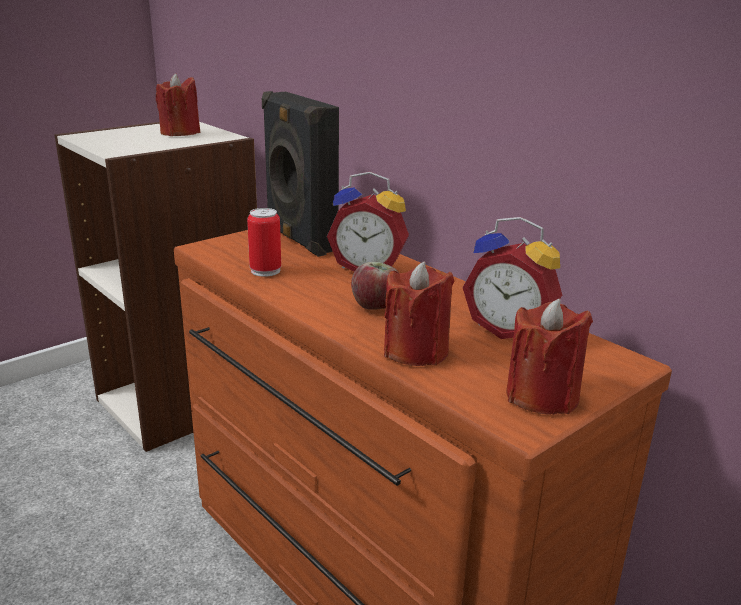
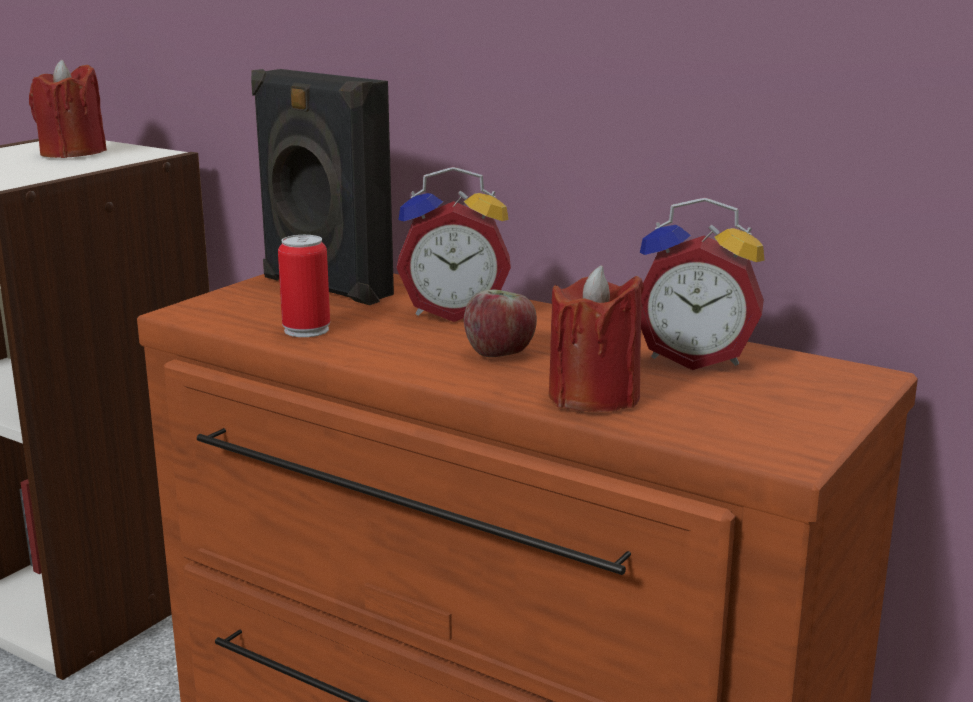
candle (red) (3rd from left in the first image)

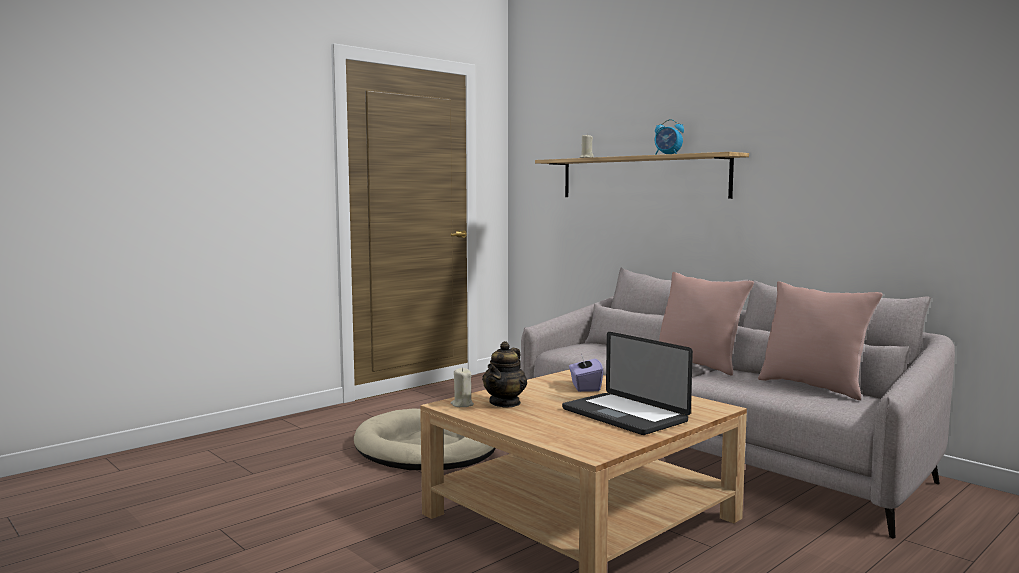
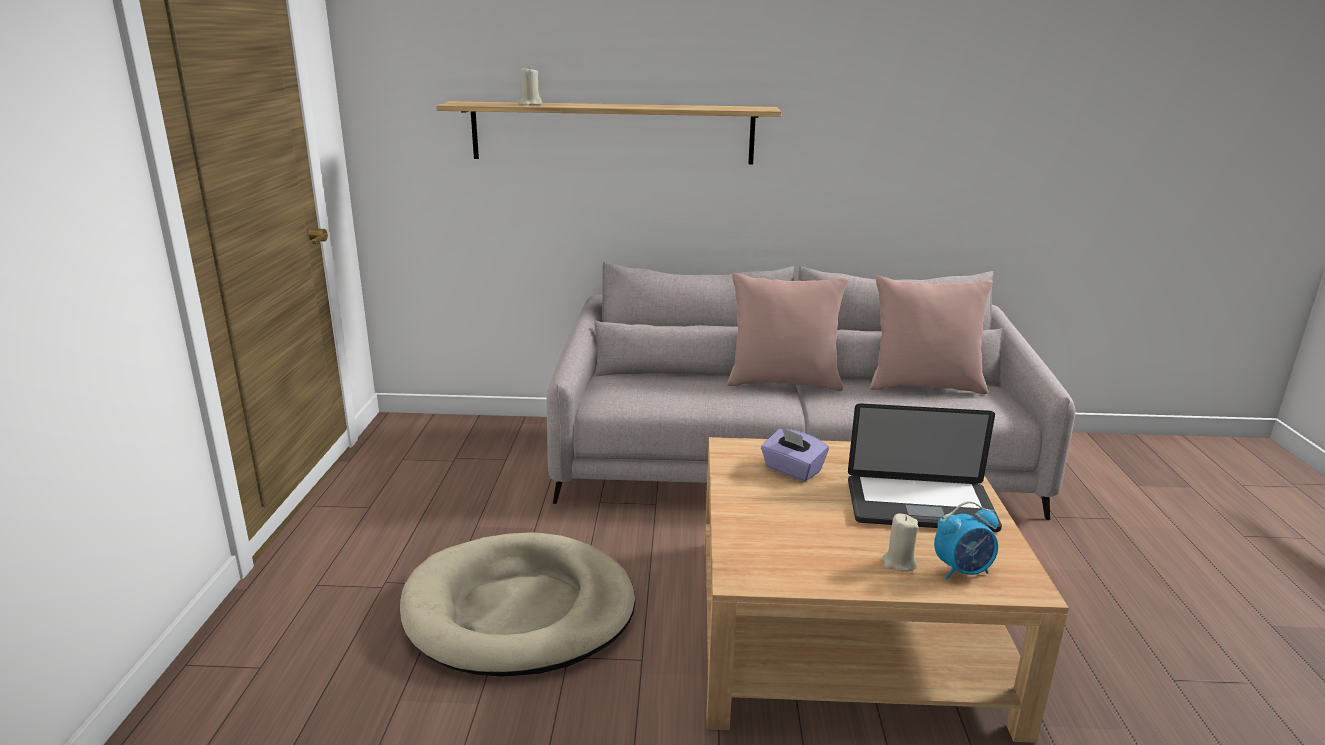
alarm clock
teapot
candle (beige) (2nd from left)

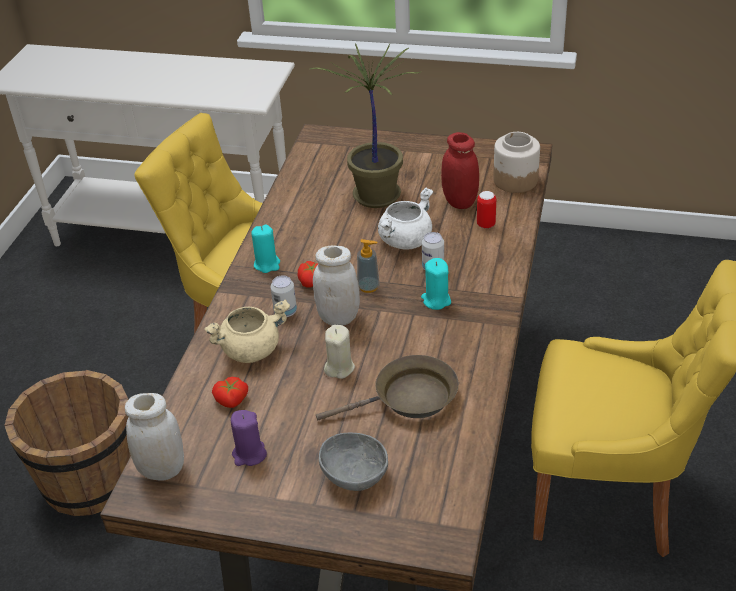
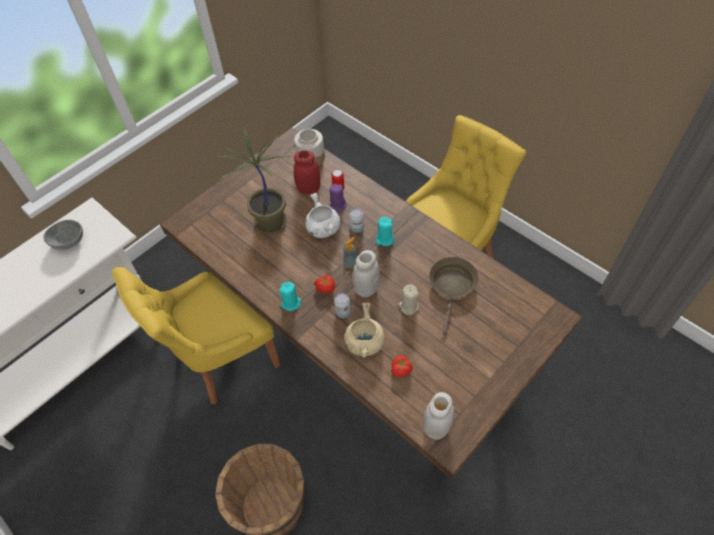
candle (purple)
bowl (grey)

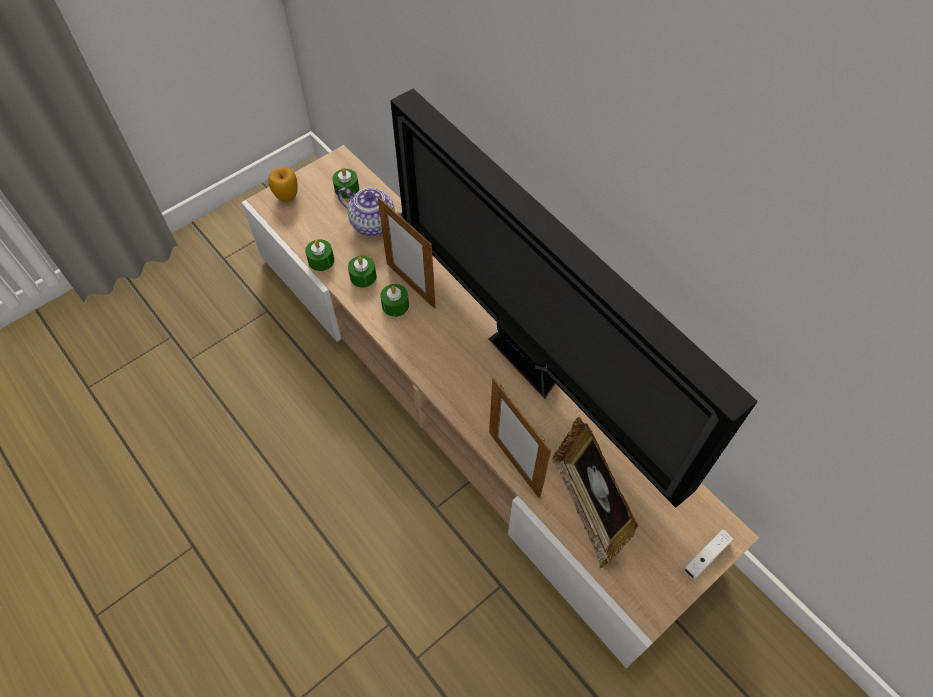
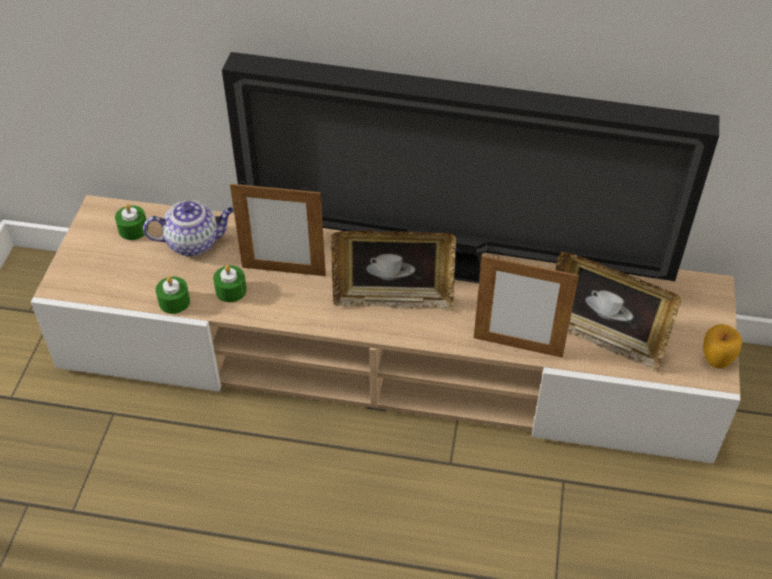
apple
candle (green) (4th from left in the first image)
game controller (white)
picture frame (2nd from left)

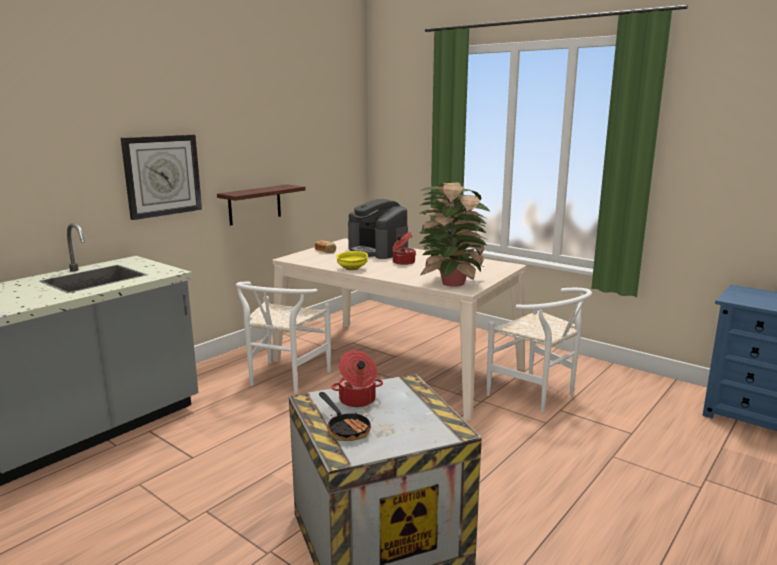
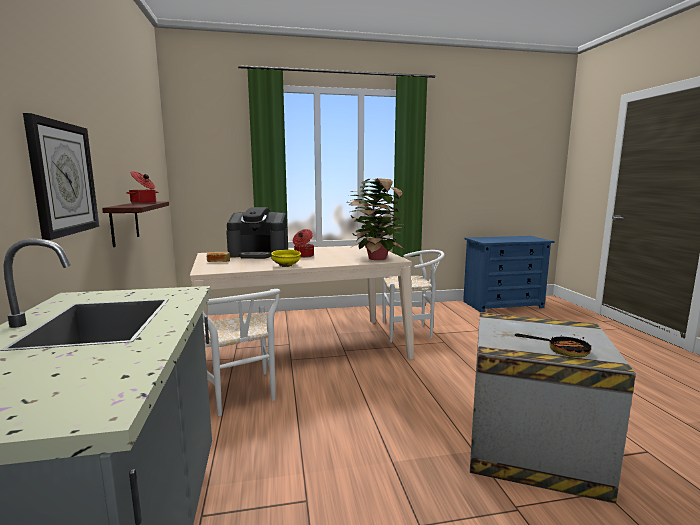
cooking pot (1st from left)

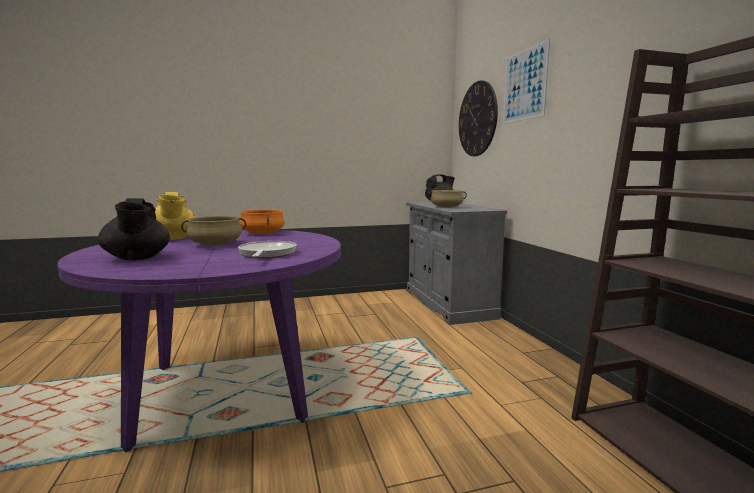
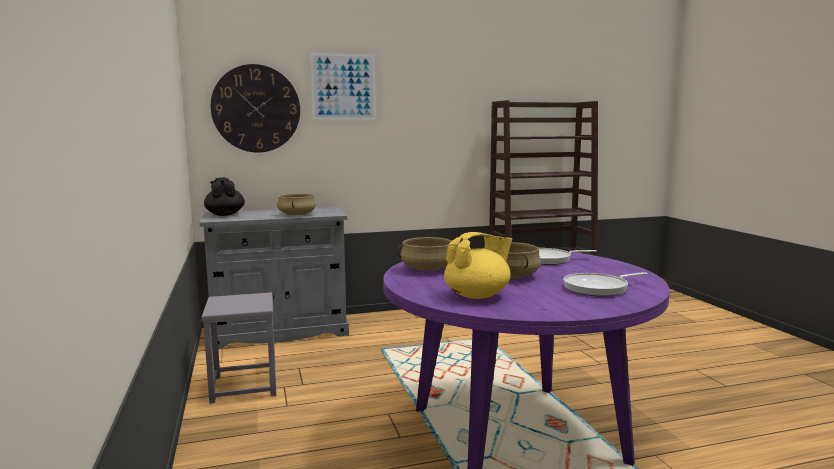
frying pan (2nd from left)
cooking pot (beige) (2nd from left)
stool (grey)

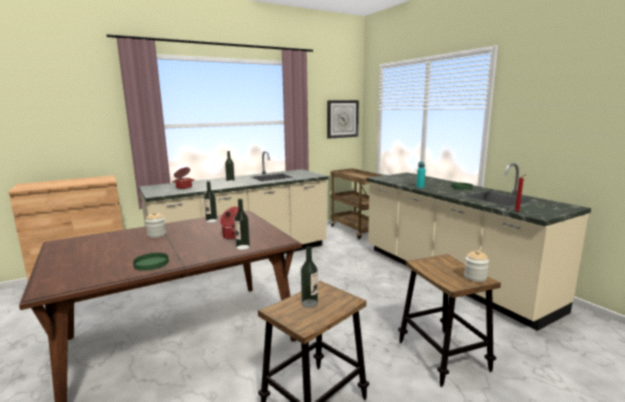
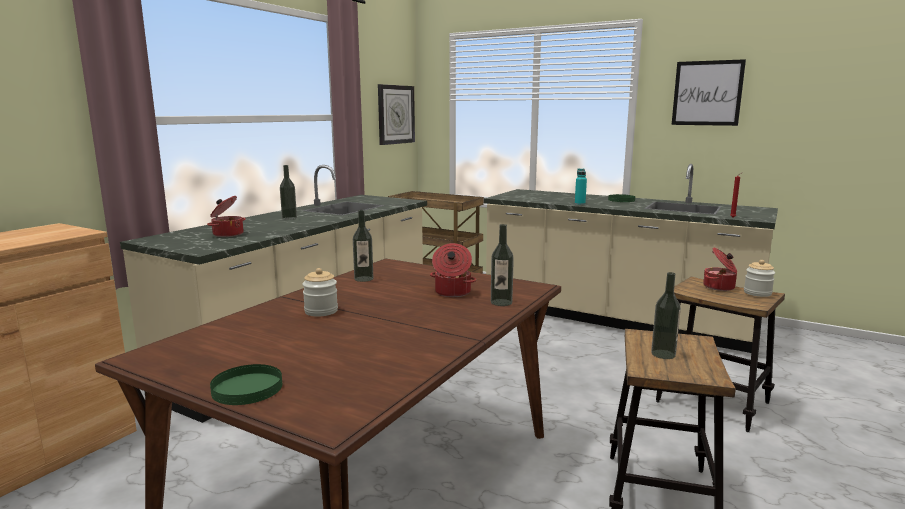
plate (green) (1st from left)
picture
cooking pot (3rd from left)

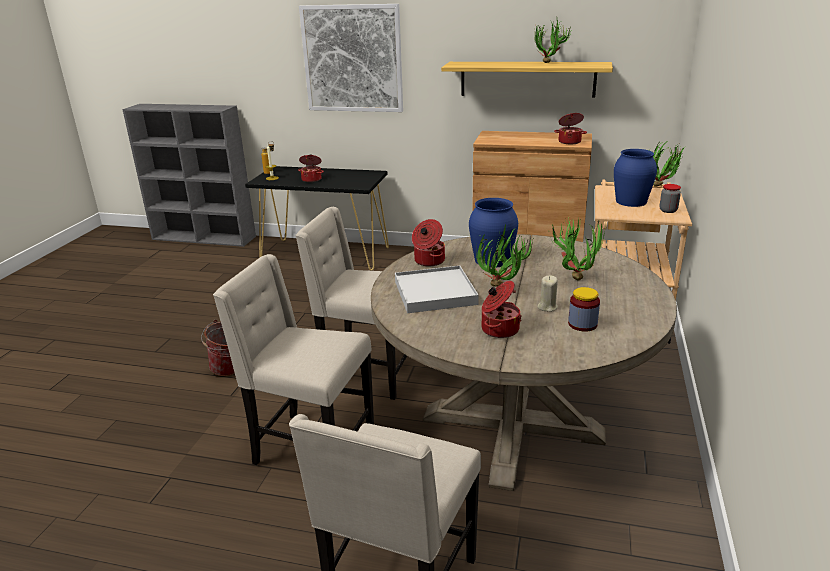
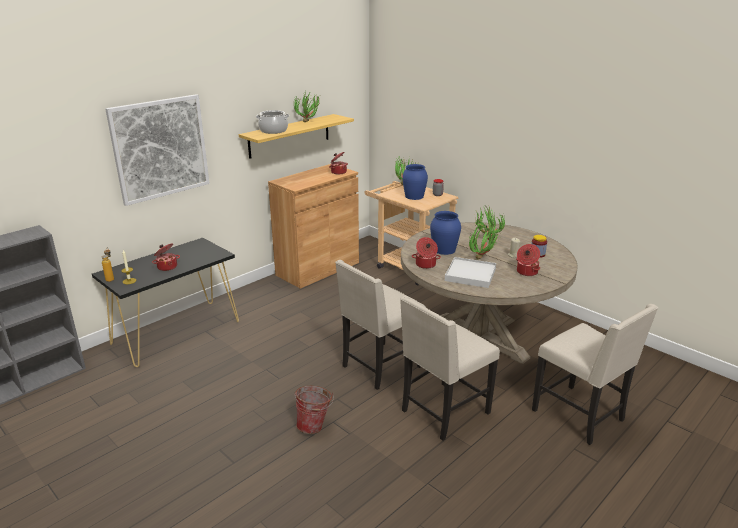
cooking pot (2nd from left)

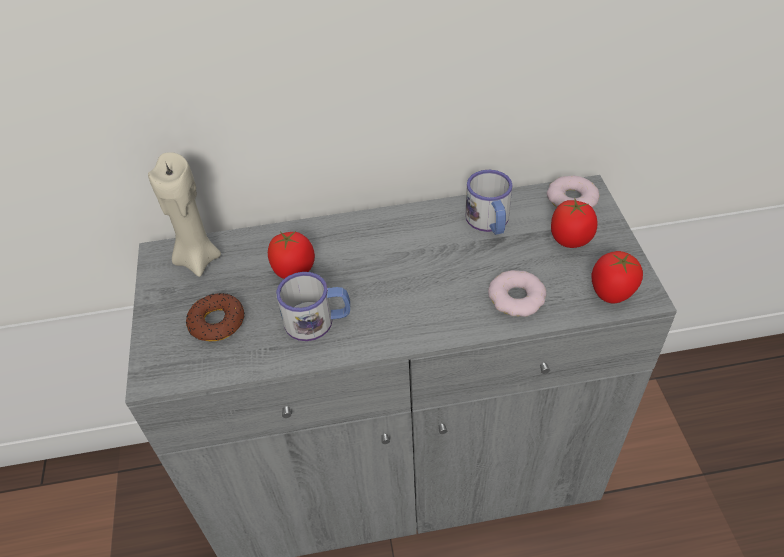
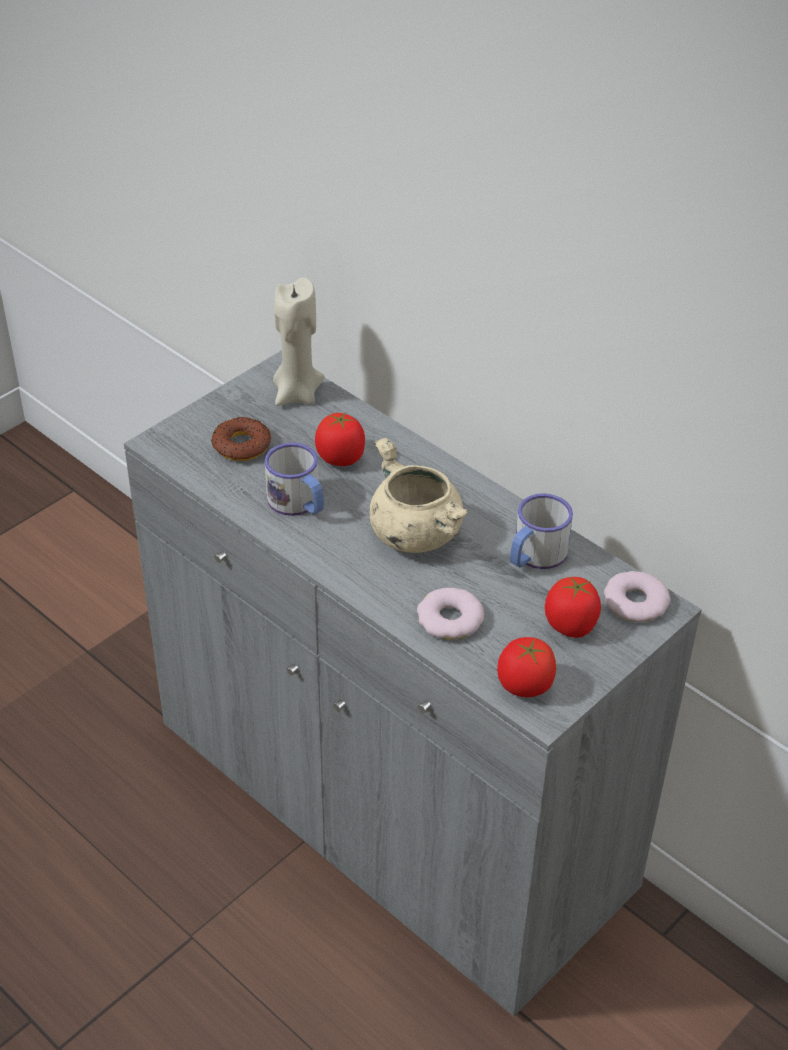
cooking pot (beige)

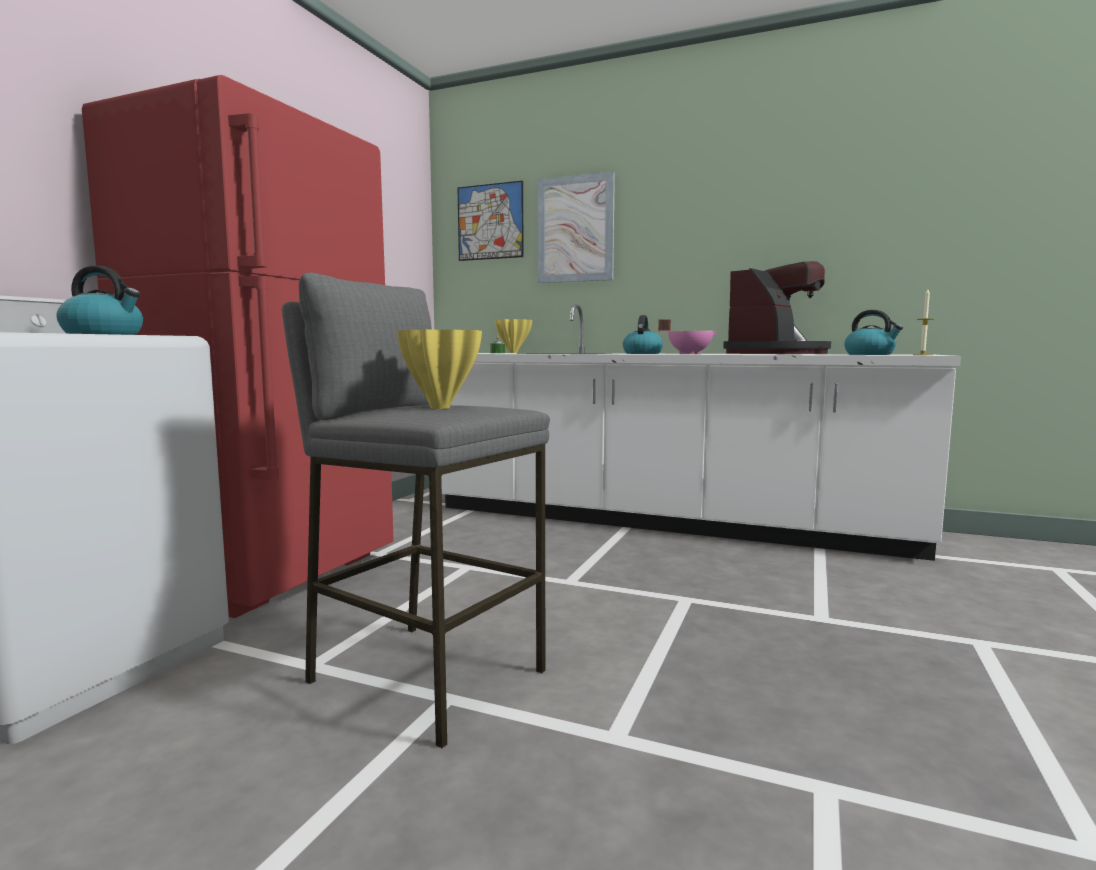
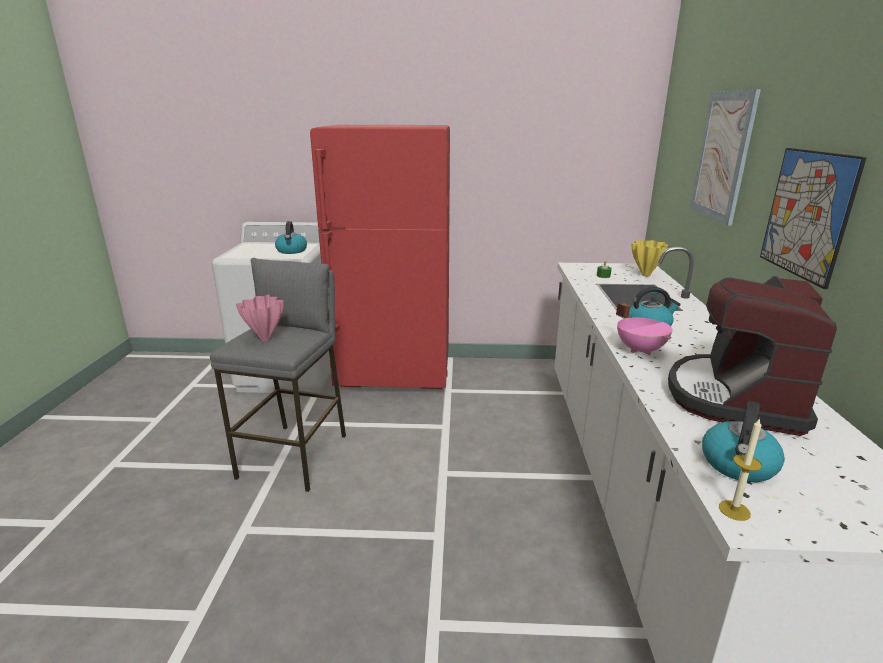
picture (2nd from left)
coffee machine
vase (pink)

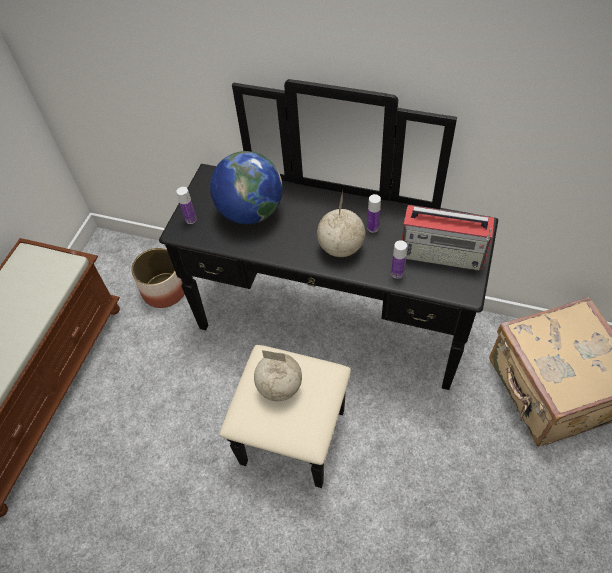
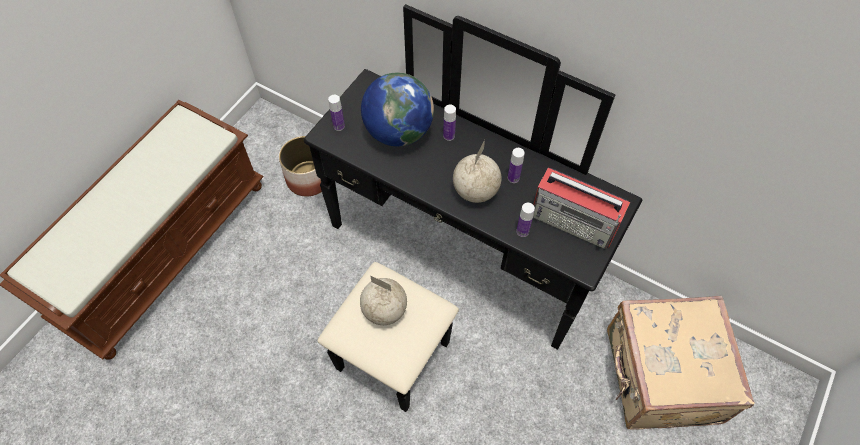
bottle (2nd from left)

